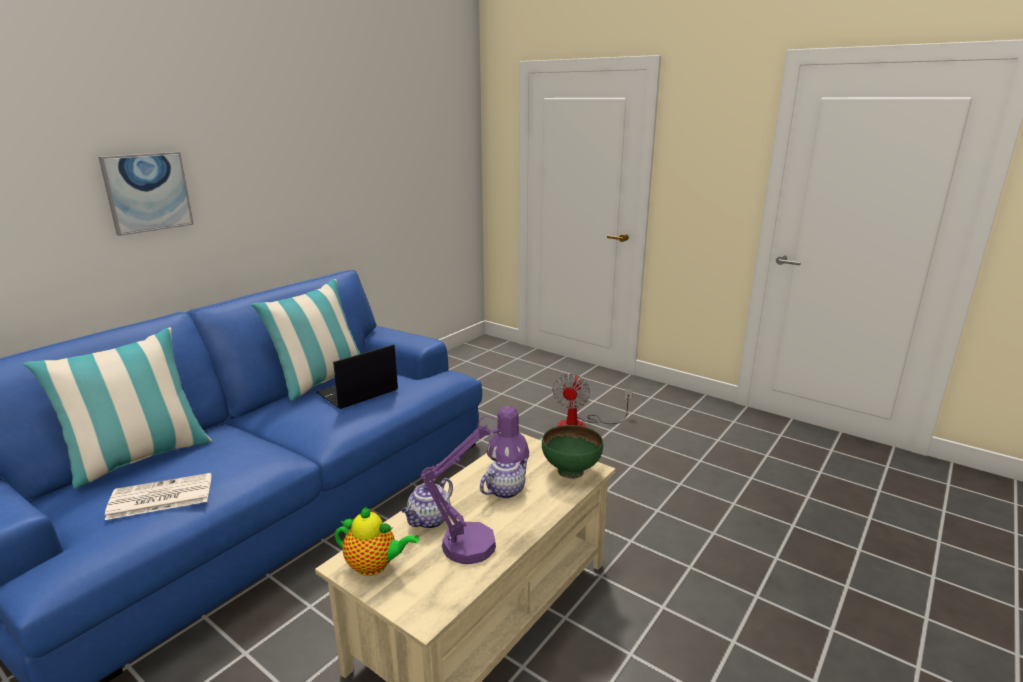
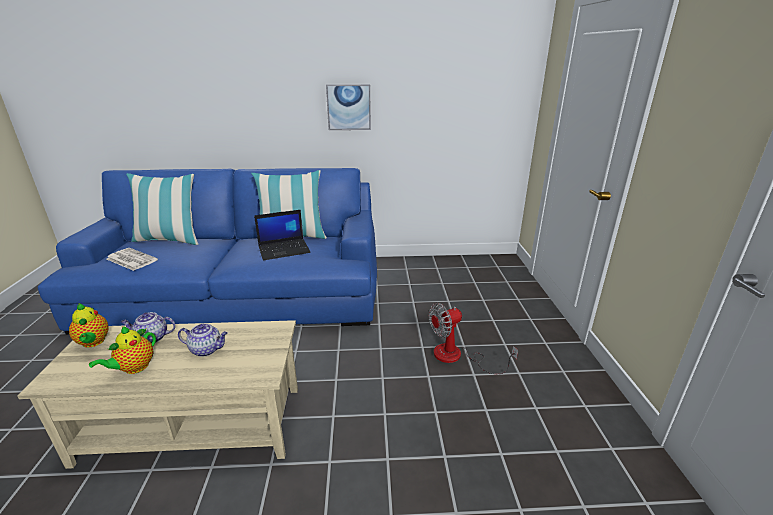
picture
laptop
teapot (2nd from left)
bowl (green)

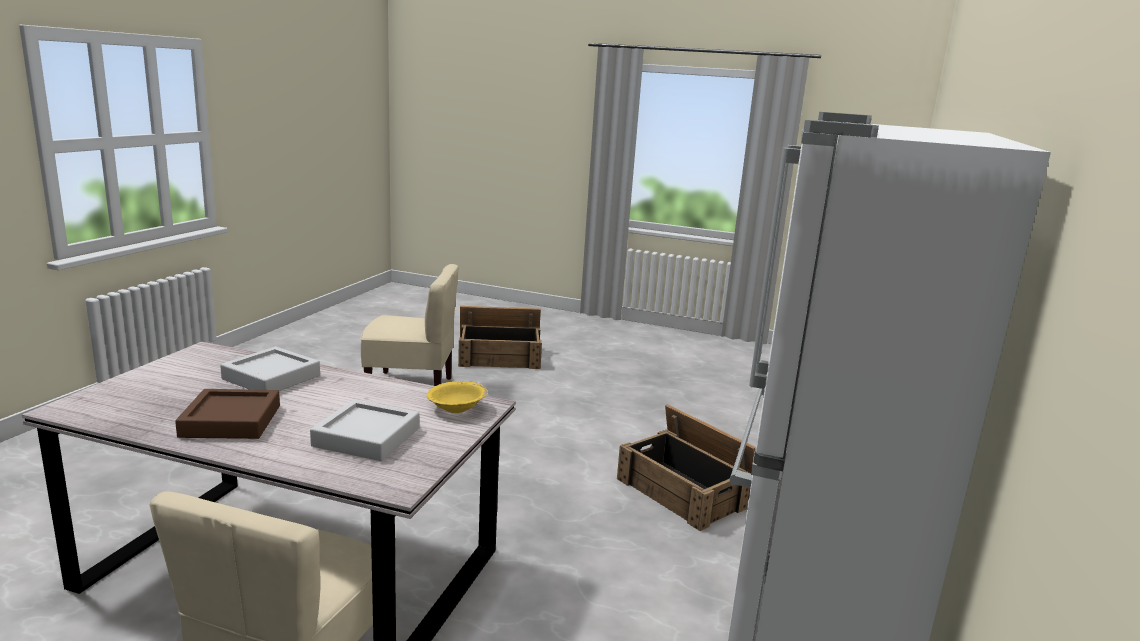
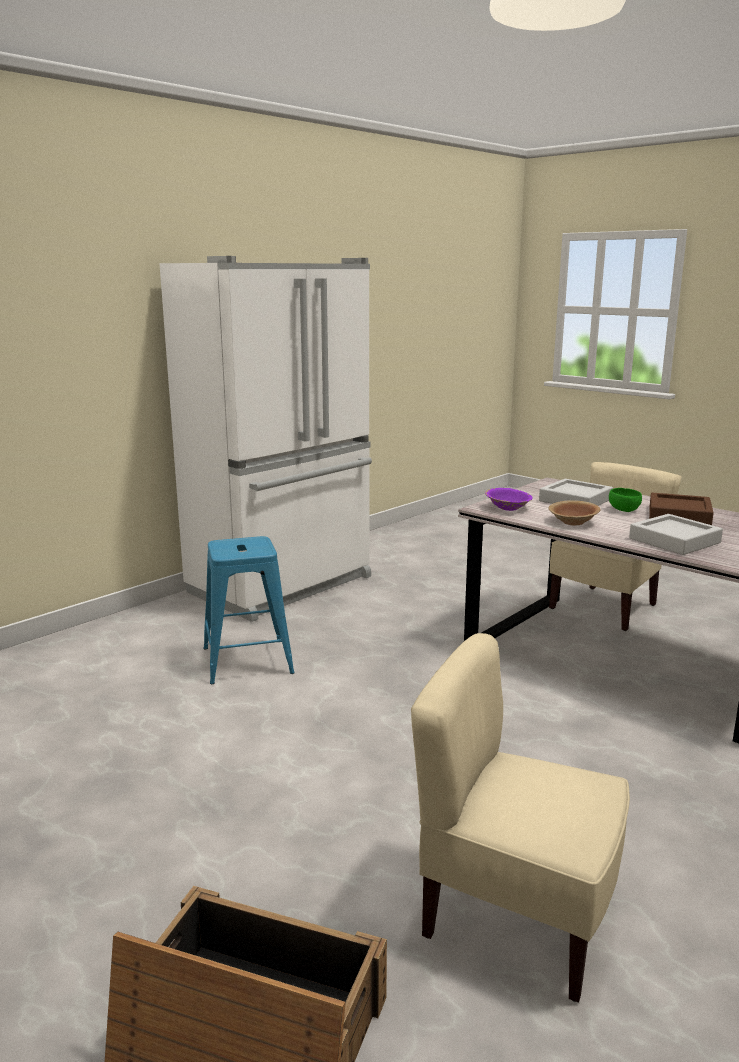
bowl (purple)
stool (blue)
bowl (green)
bowl (brown)

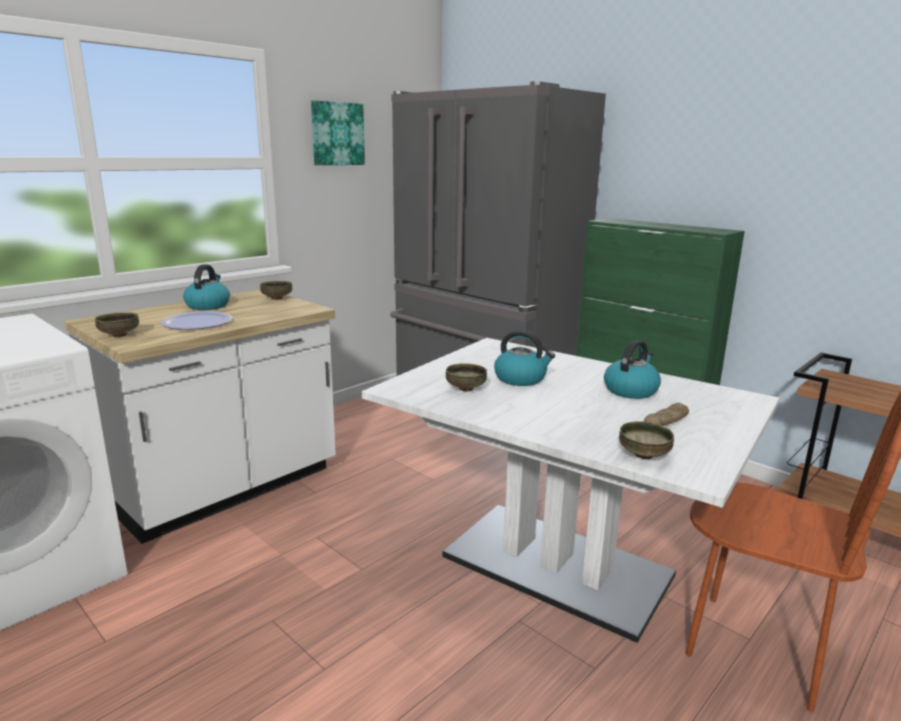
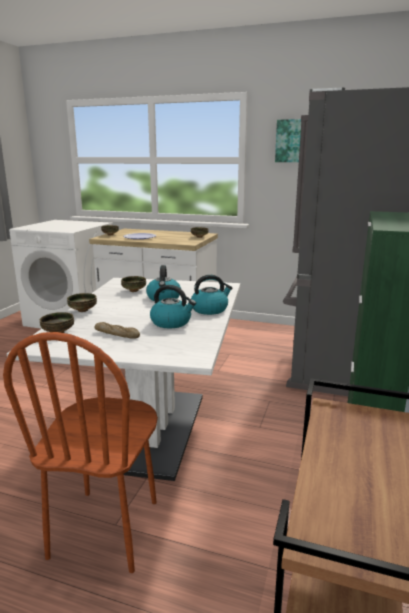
kettle (3rd from left)
bowl (2nd from left)

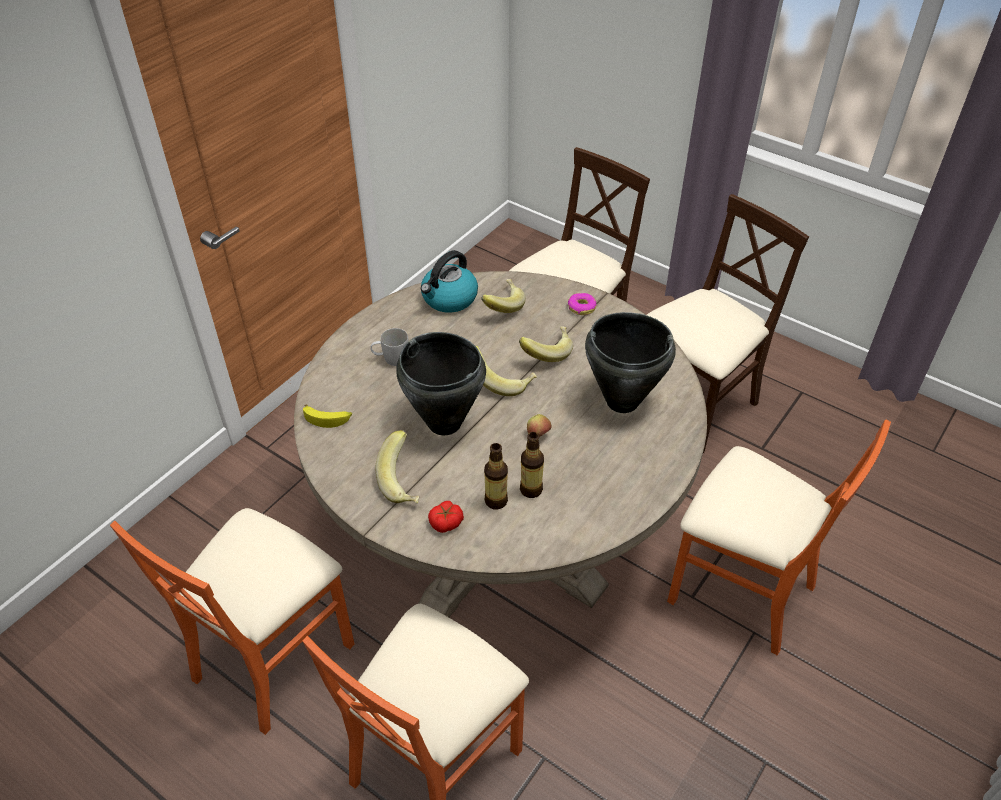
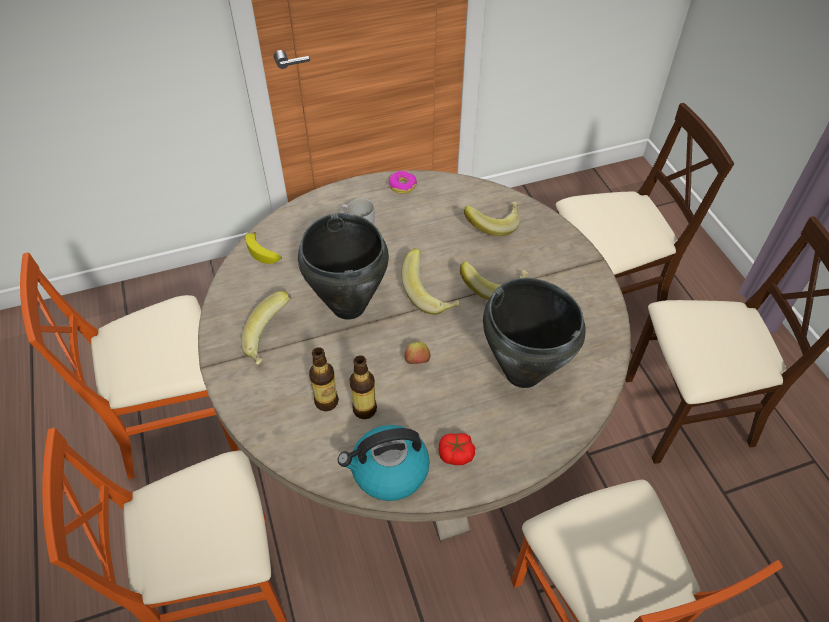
kettle
donut
tomato

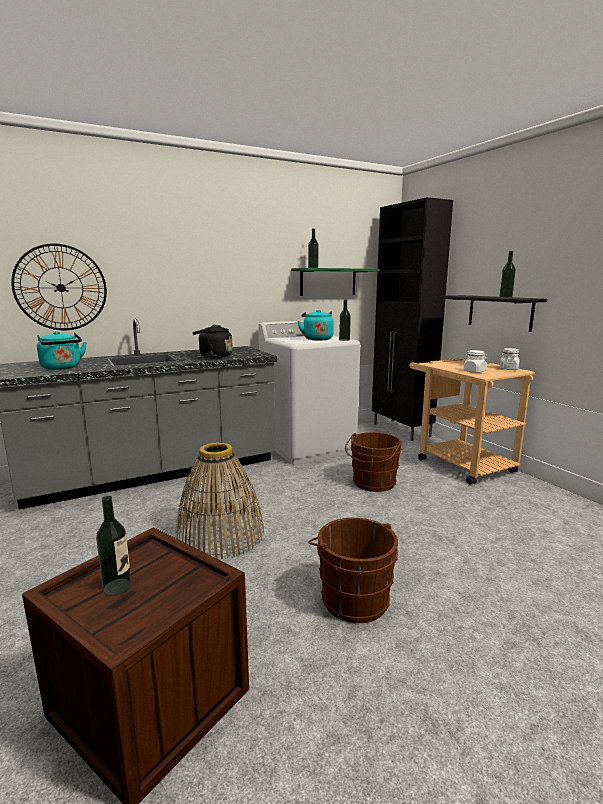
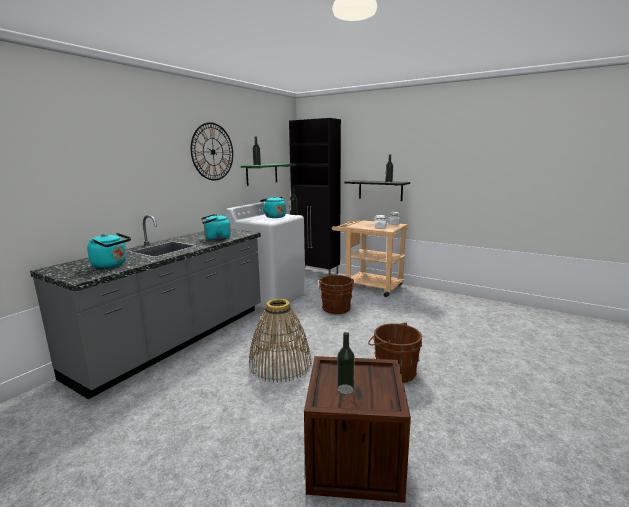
wall clock
kettle (turquoise) (2nd from left)

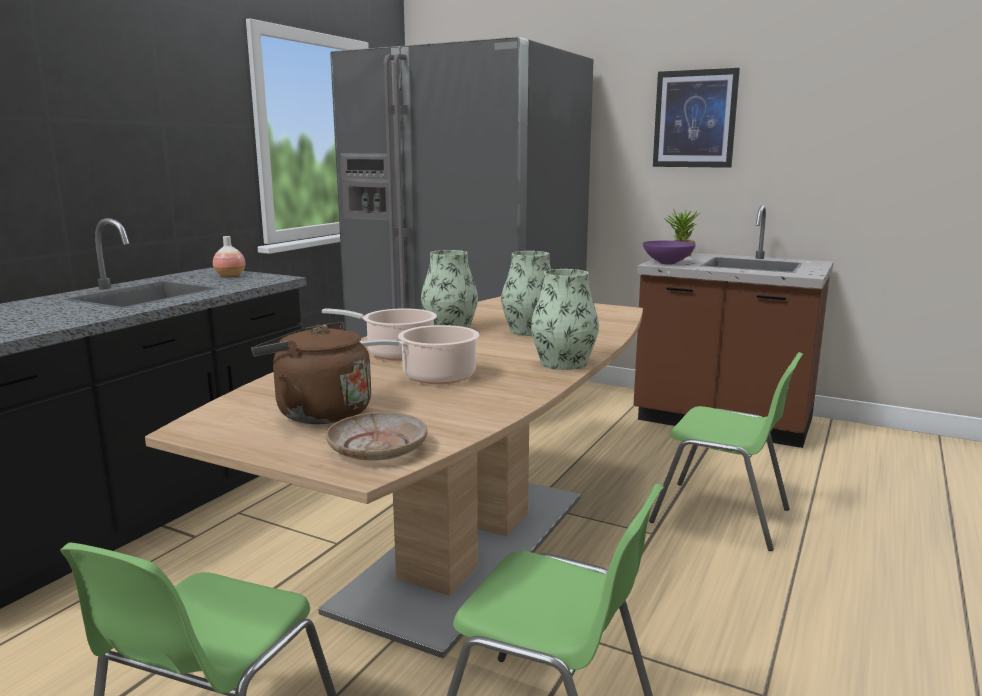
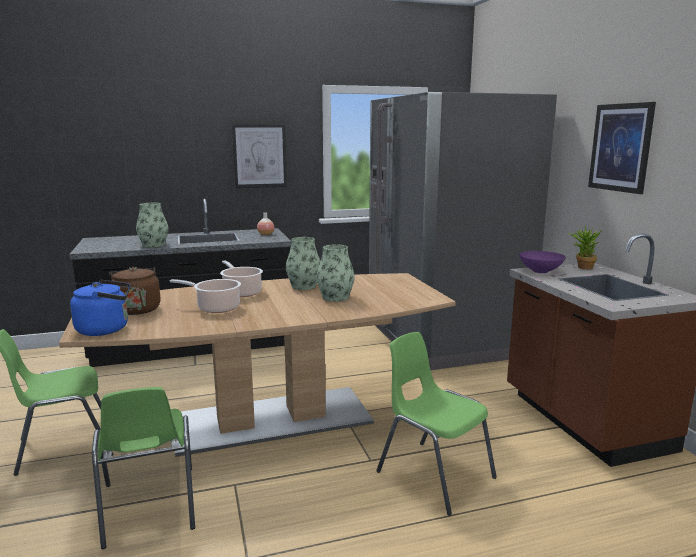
vase (1st from left)
chair (green) (3rd from left)
kettle (blue)
picture (1st from left)

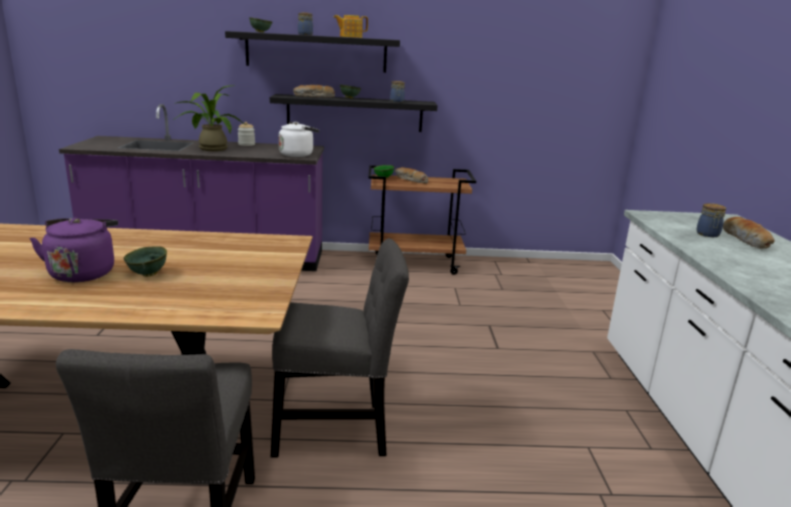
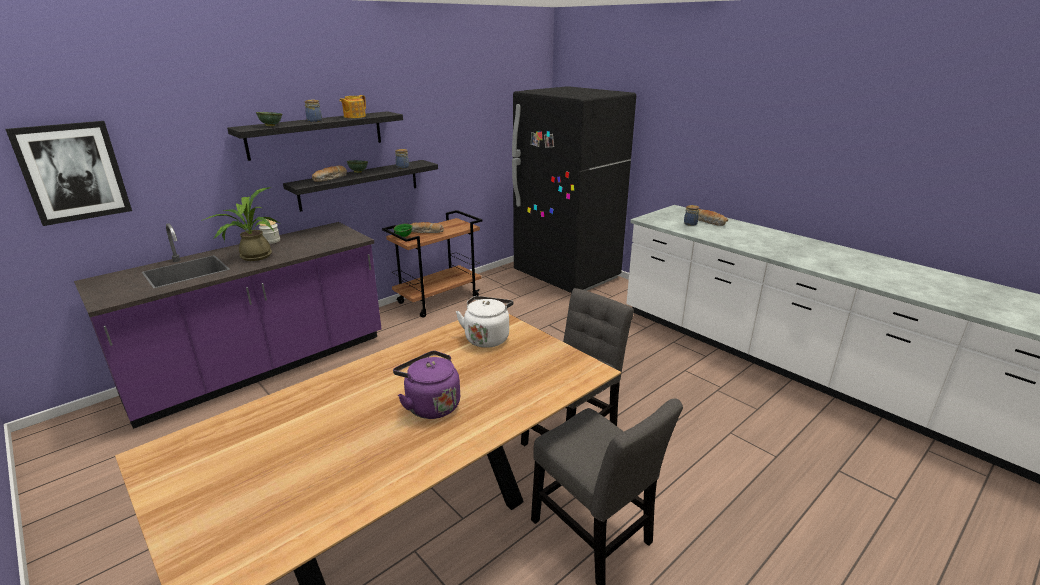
kettle (white)
bowl (green) (1st from left in the first image)
fridge (black)
picture

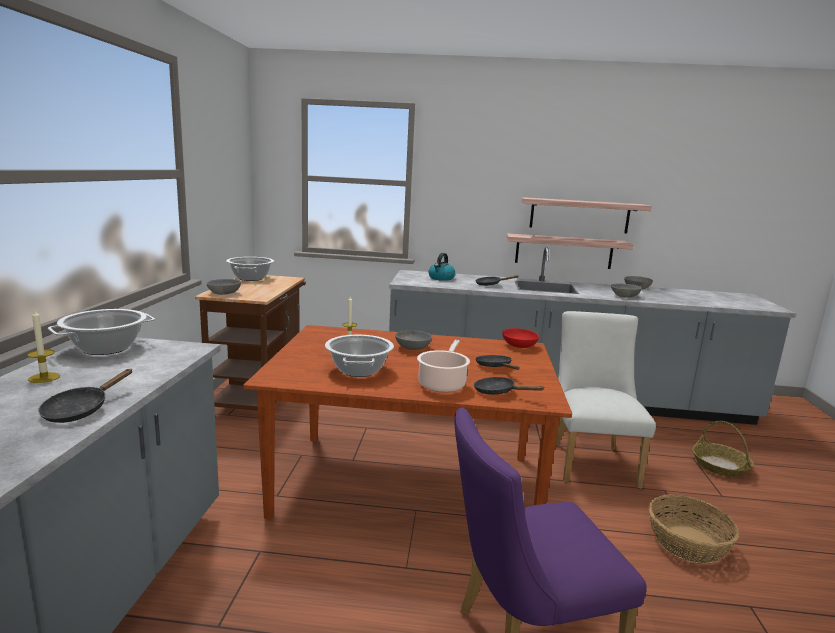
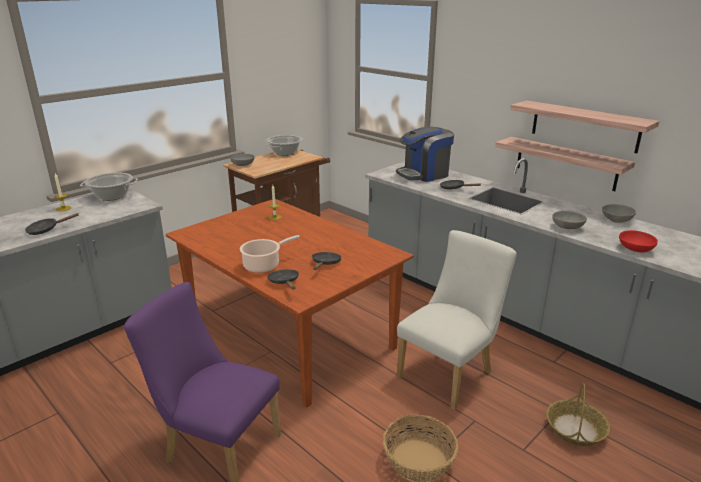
coffee machine
bowl (red)
bowl (grey) (2nd from left in the first image)
cooking pot (3rd from left in the first image)

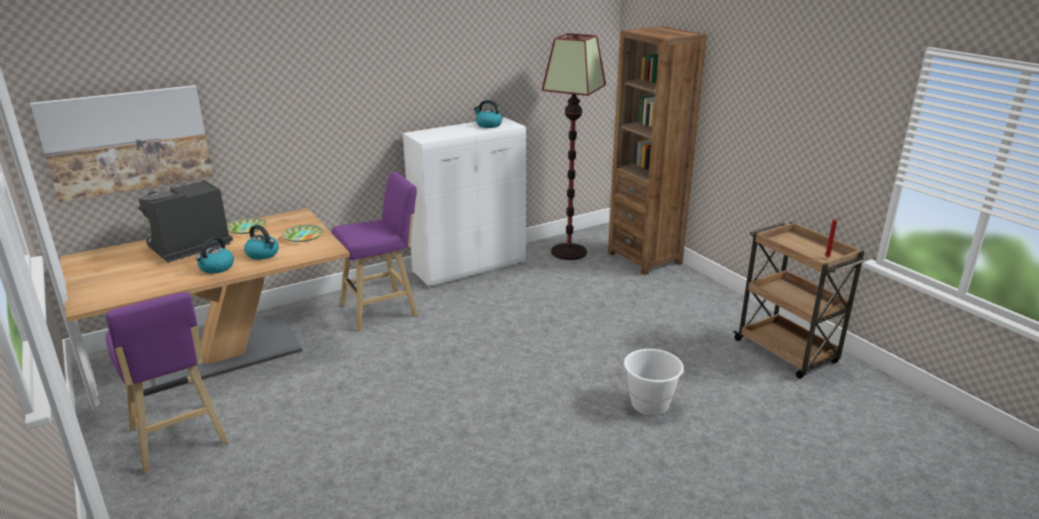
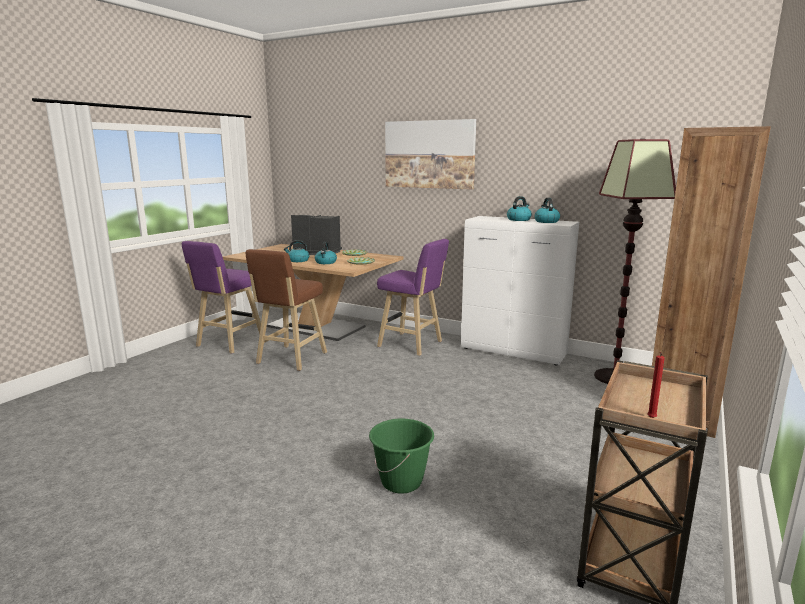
picture
bucket (green)
kettle (3rd from left)
stool (brown)

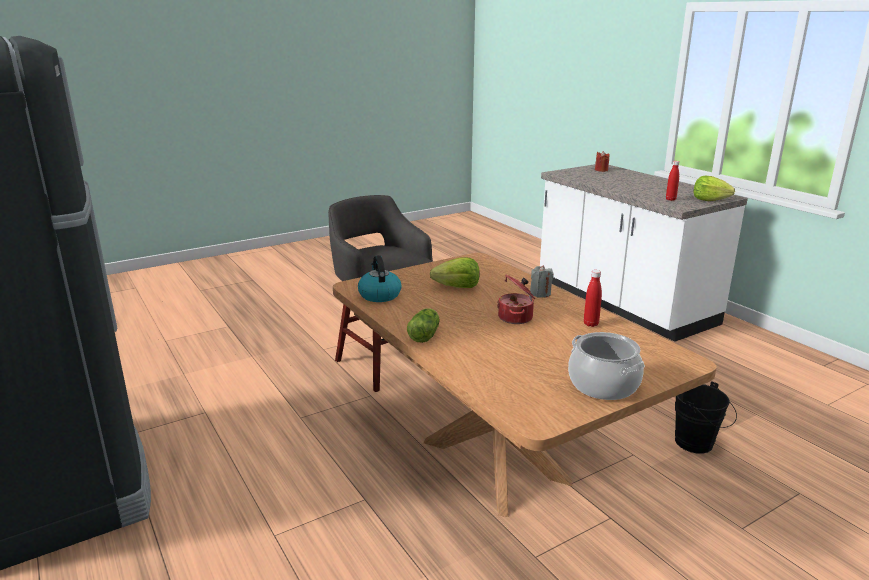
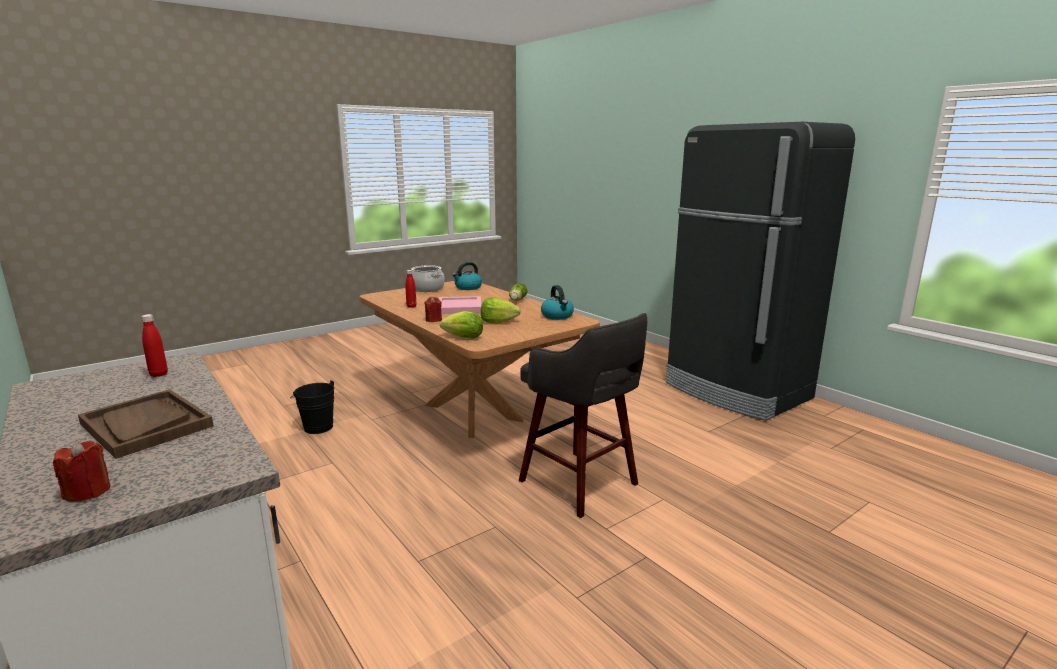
lettuce (1st from left)
candle (red) (2nd from left)
tray (pink)
kettle (1st from left)
tray (brown)

